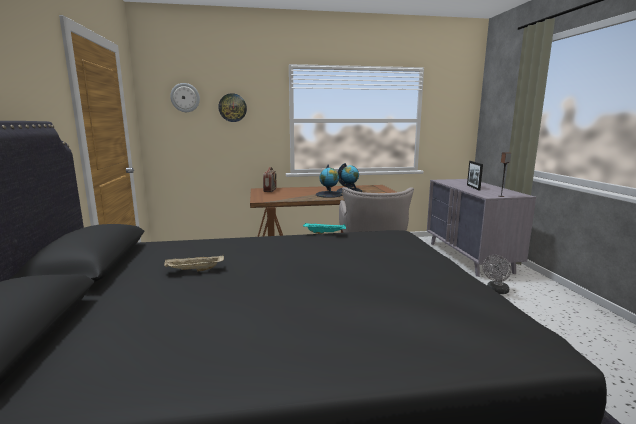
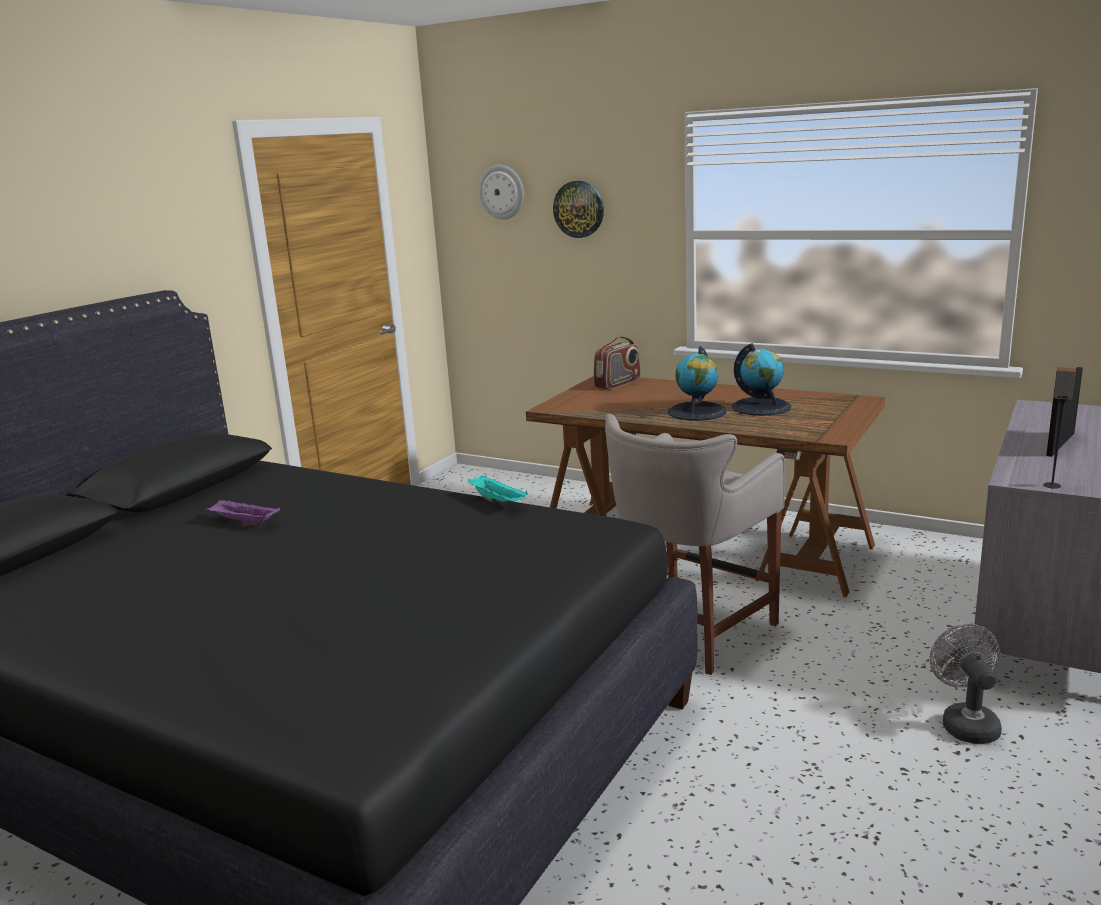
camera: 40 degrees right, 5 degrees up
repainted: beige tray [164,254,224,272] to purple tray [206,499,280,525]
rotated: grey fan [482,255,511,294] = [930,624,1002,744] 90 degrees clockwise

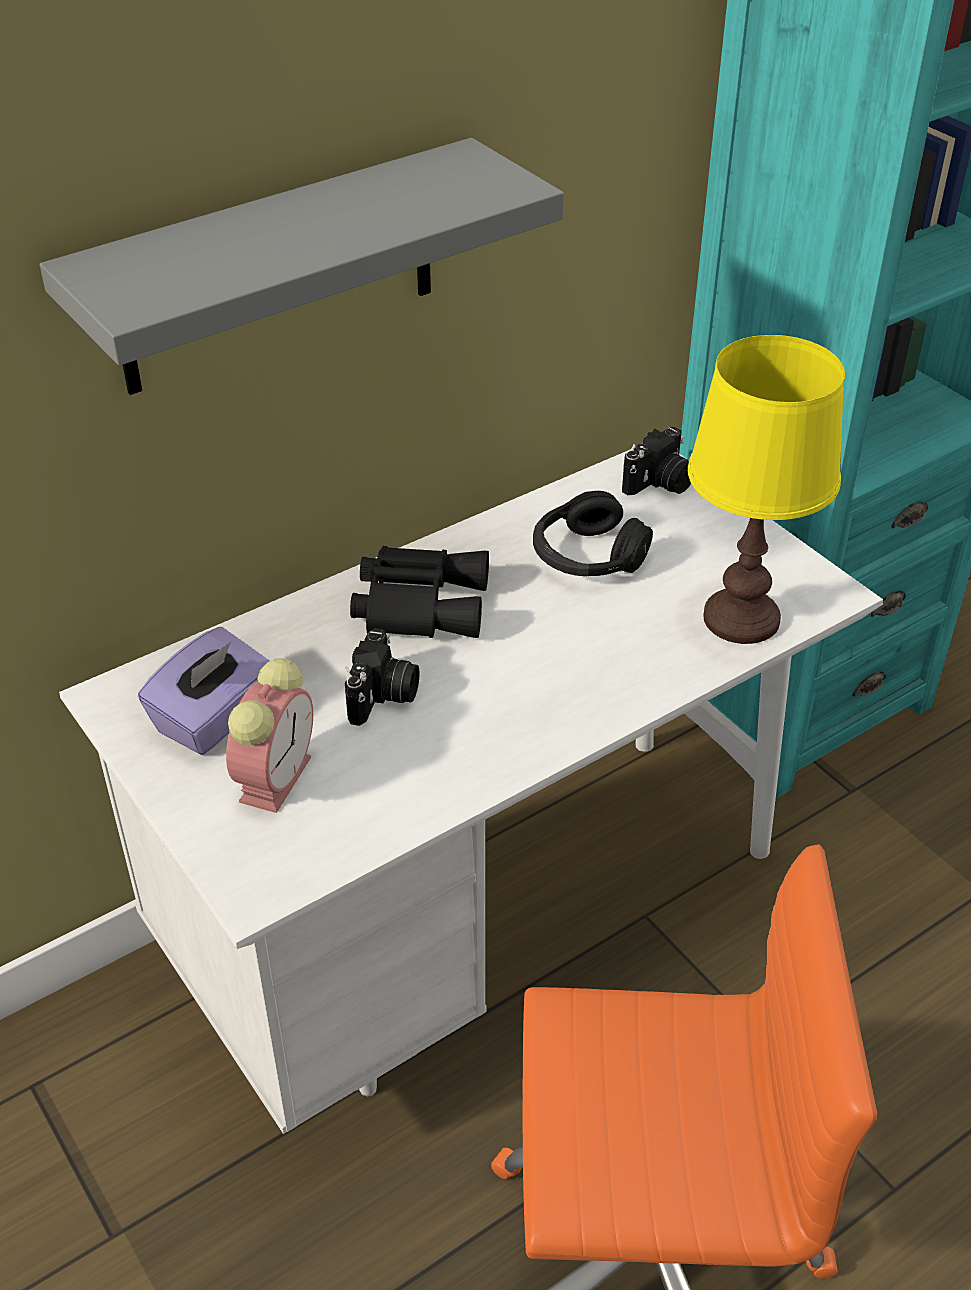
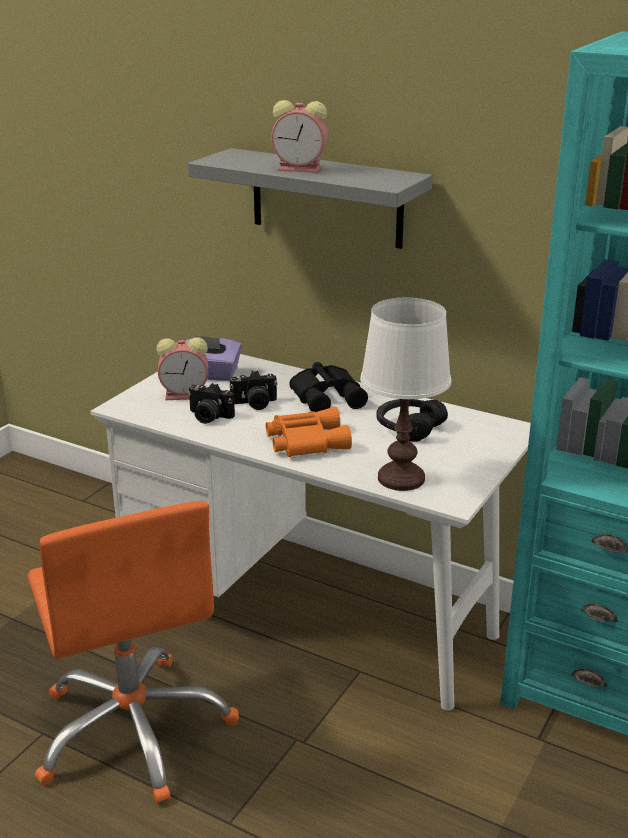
camera: 65 degrees right, 15 degrees down
new: alarm clock [271,100,328,173]; orange binoculars [266,407,352,457]
shifted: photo camera [622,427,691,495] to [188,383,235,424]
repainted: yellow table lamp [688,335,845,644] to white table lamp [360,297,451,491]

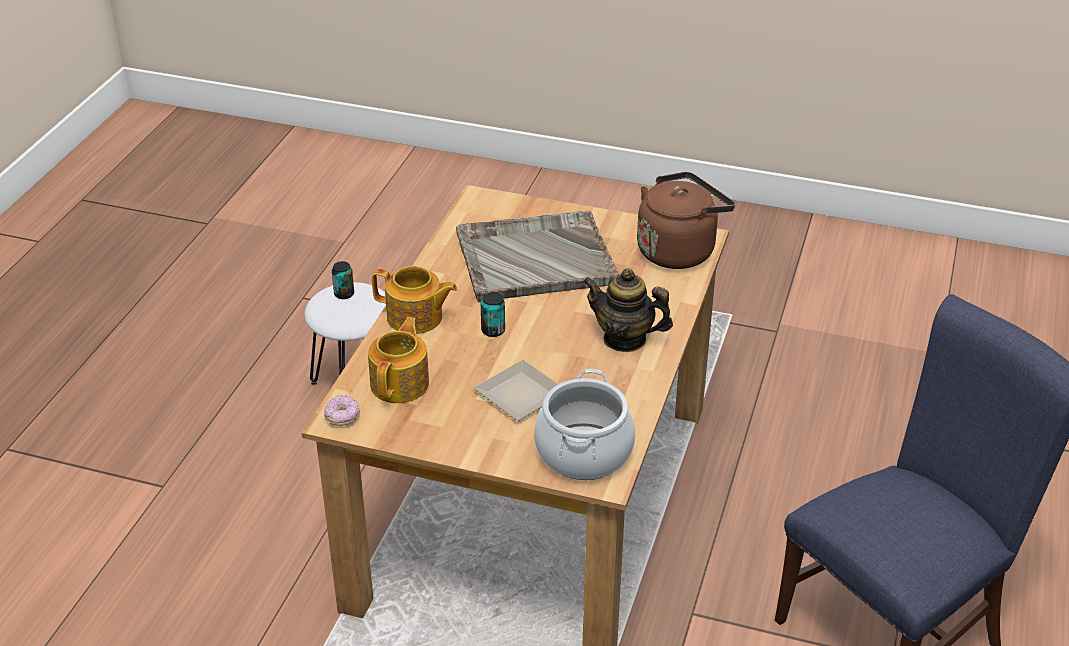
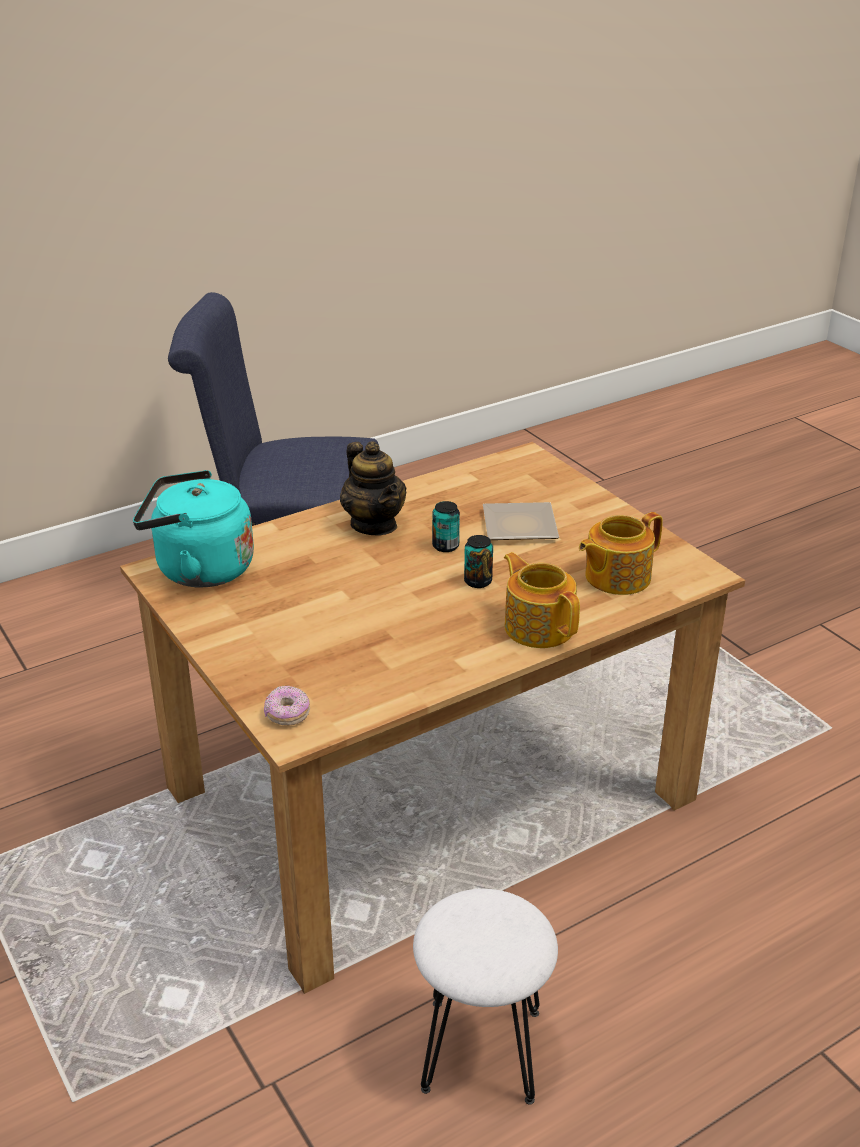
camera: 140 degrees left, 5 degrees down
gone: grey tray [456,211,619,302]; cooking pot [534,369,635,480]
shifted: can [332,261,354,299] to [432,501,460,552]; donut [324,395,360,426] to [264,685,310,726]
repainted: brown kettle [637,172,735,269] to turquoise kettle [133,470,254,587]

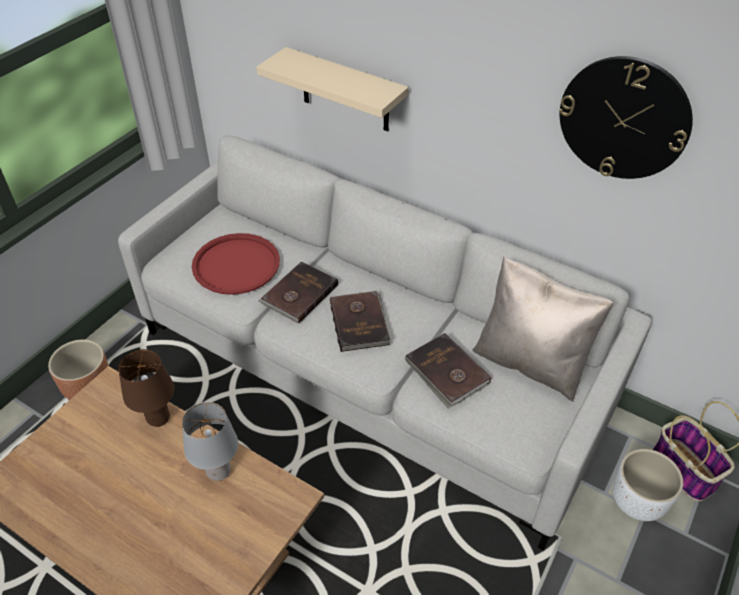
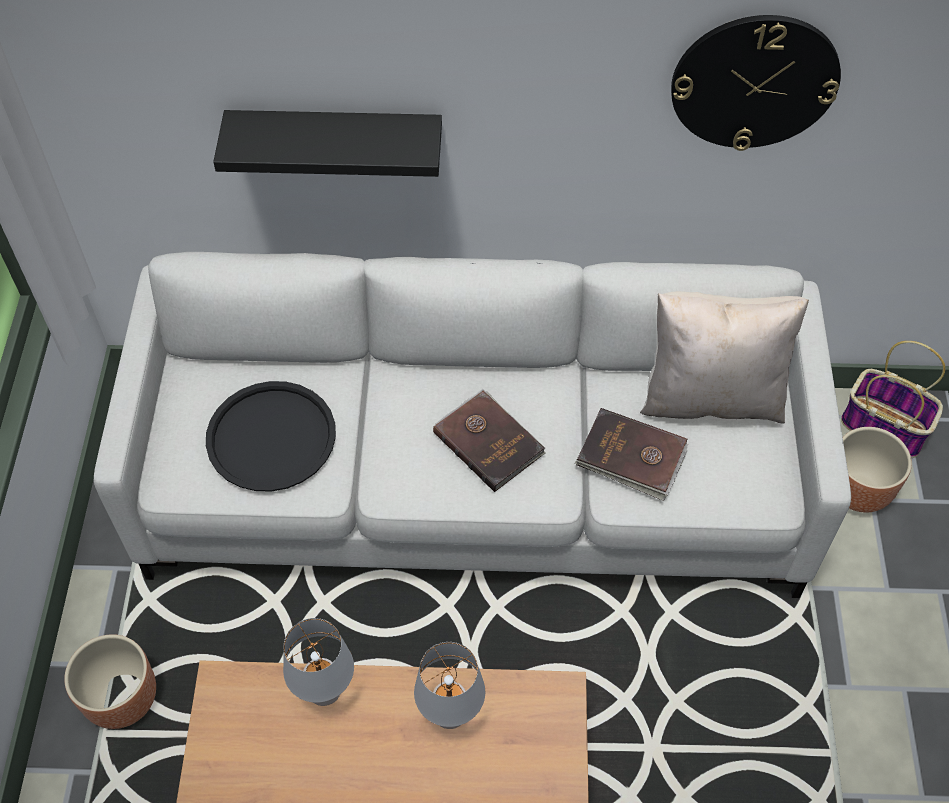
camera: 30 degrees left, 10 degrees up
gone: brown book [258,261,338,323]
repainted: beige shelf [257,47,409,131] to black shelf [213,110,442,177]; red tray [192,233,280,295] to black tray [206,381,336,492]; brown table lamp [118,349,175,427] to grey table lamp [283,618,354,706]; white planter [613,449,683,521] to brown planter [843,427,912,512]

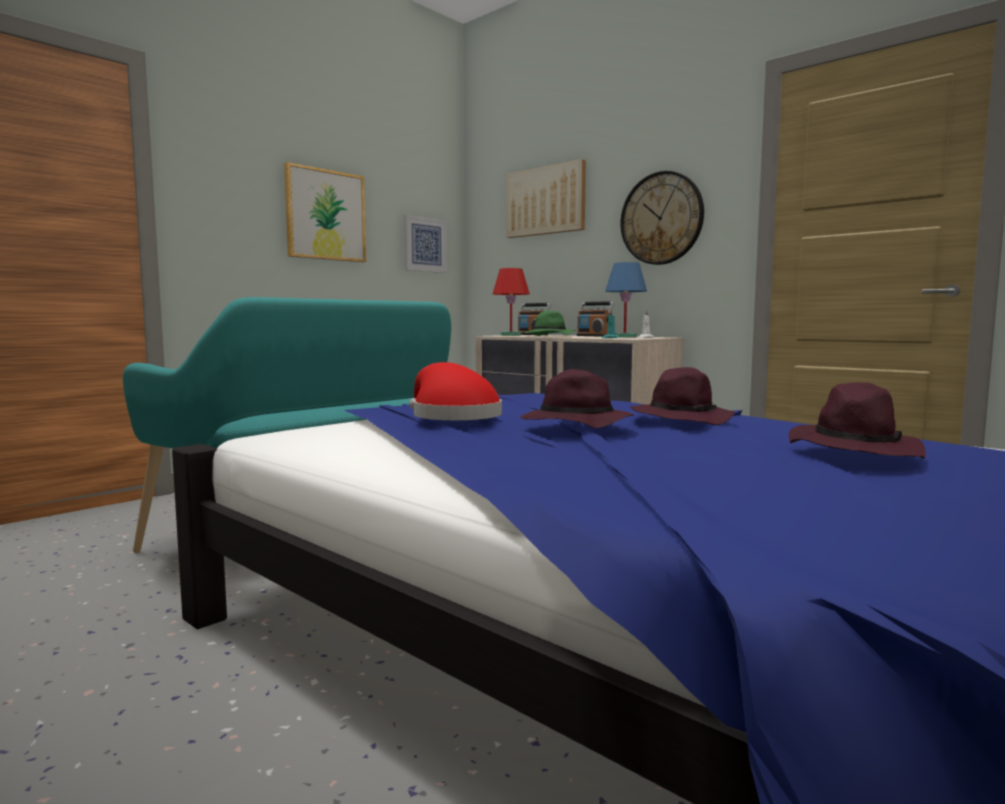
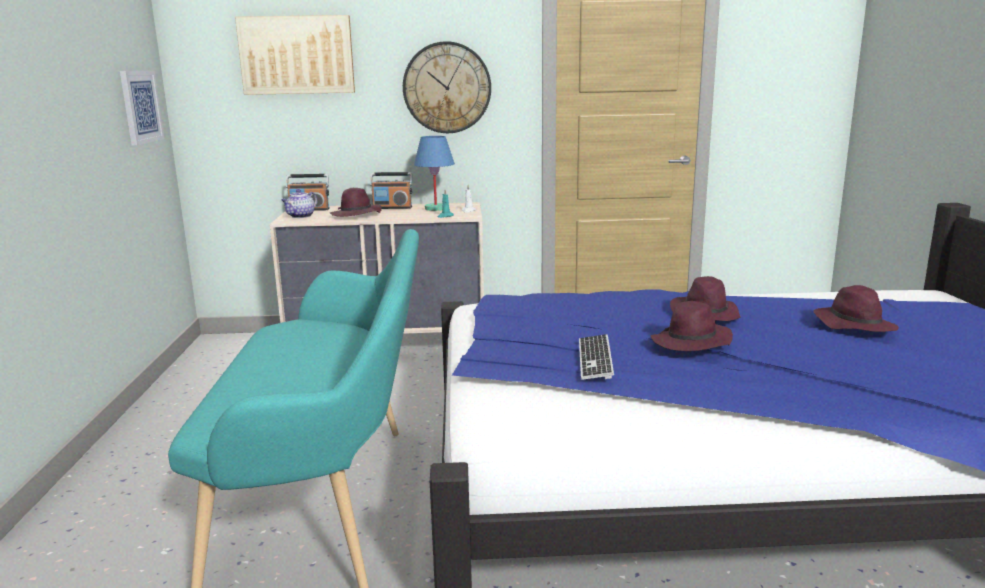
camera: 45 degrees left, 10 degrees up
gone: picture [284,162,366,262]
swapped: red table lamp [493,268,530,336] to teapot [281,189,317,218]; red hat [409,362,502,420] to keyboard [579,334,614,380]
repainted: green hat [524,310,575,336] to purple hat [330,188,382,217]

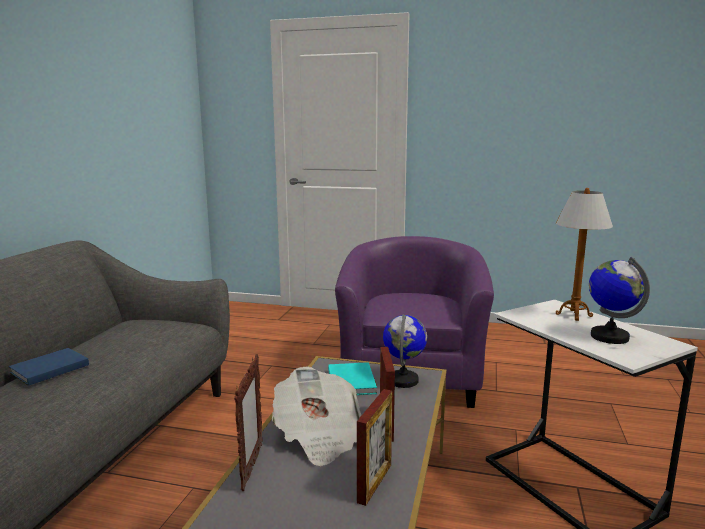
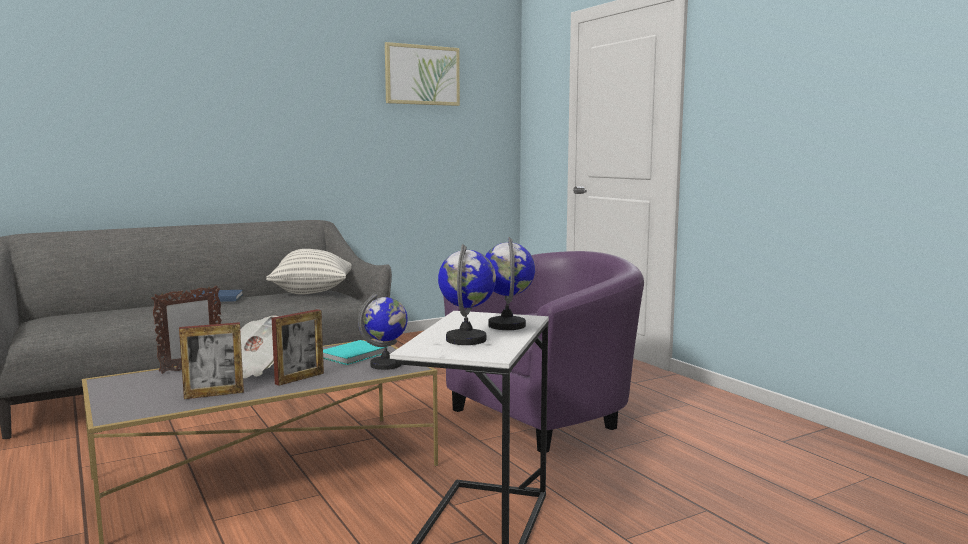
camera: 45 degrees right, 5 degrees down
new: picture [385,42,460,106]; pillow [266,249,352,295]
swapped: table lamp [556,188,613,321] to globe [485,237,535,330]

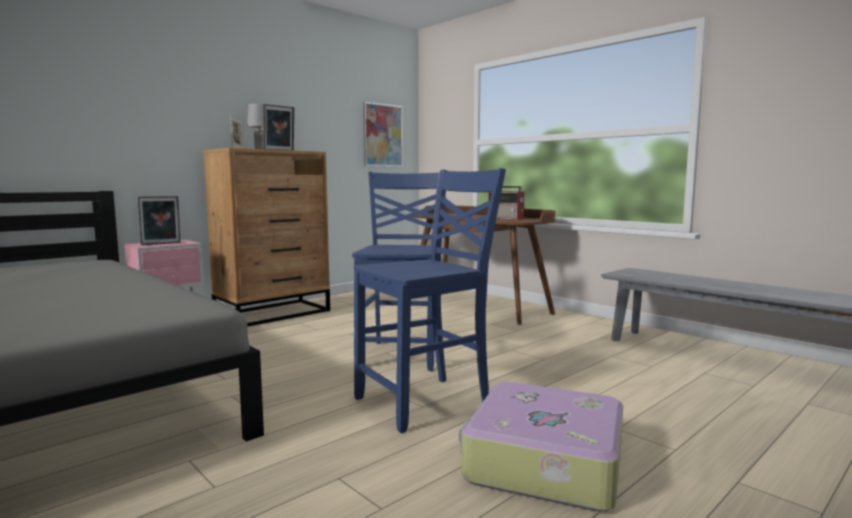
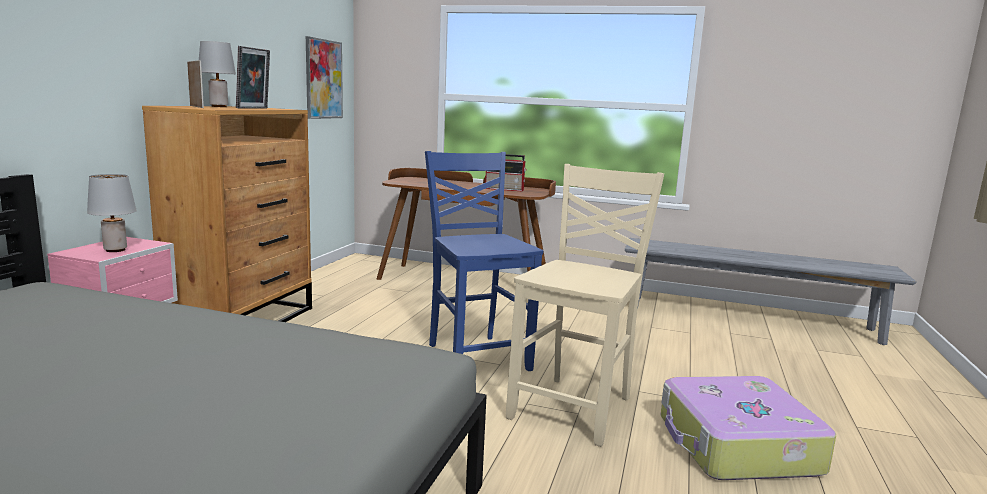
camera: 30 degrees left, 5 degrees up
swapped: picture frame [138,196,181,245] to grey table lamp [87,174,137,252]
repainted: blue chair [354,168,506,433] to beige chair [506,164,664,447]

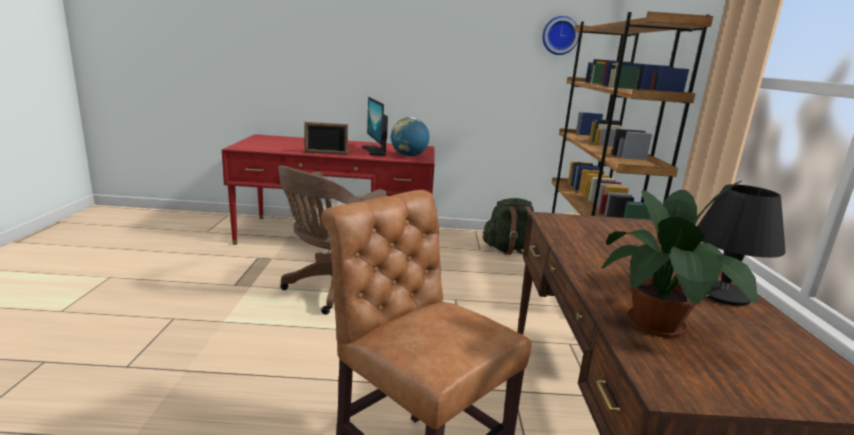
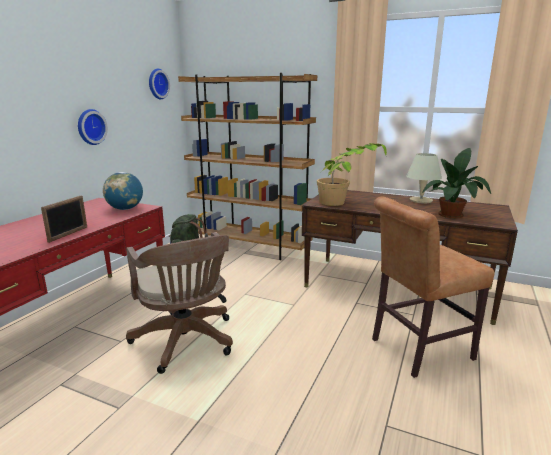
camera: 65 degrees left, 0 degrees up
gone: monitor [362,97,388,156]
new: wall clock [78,109,108,145]; potted plant [317,143,387,206]
repainted: black table lamp [697,184,786,306] to beige table lamp [406,153,442,203]

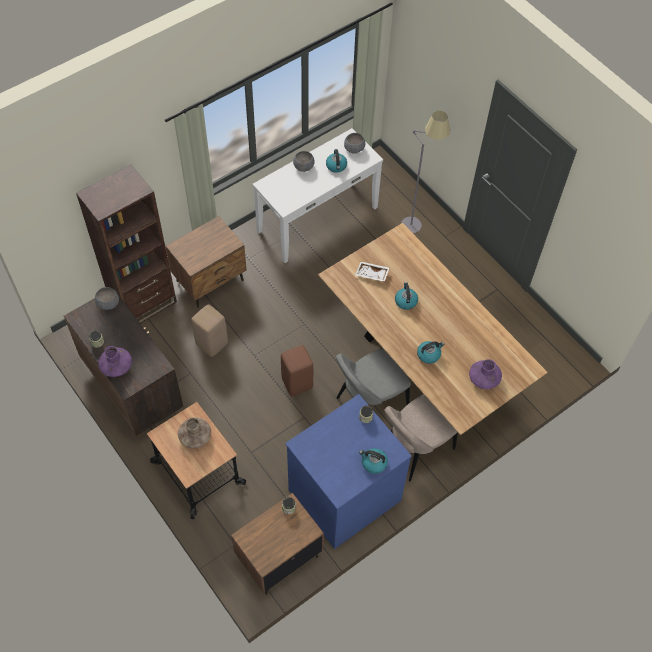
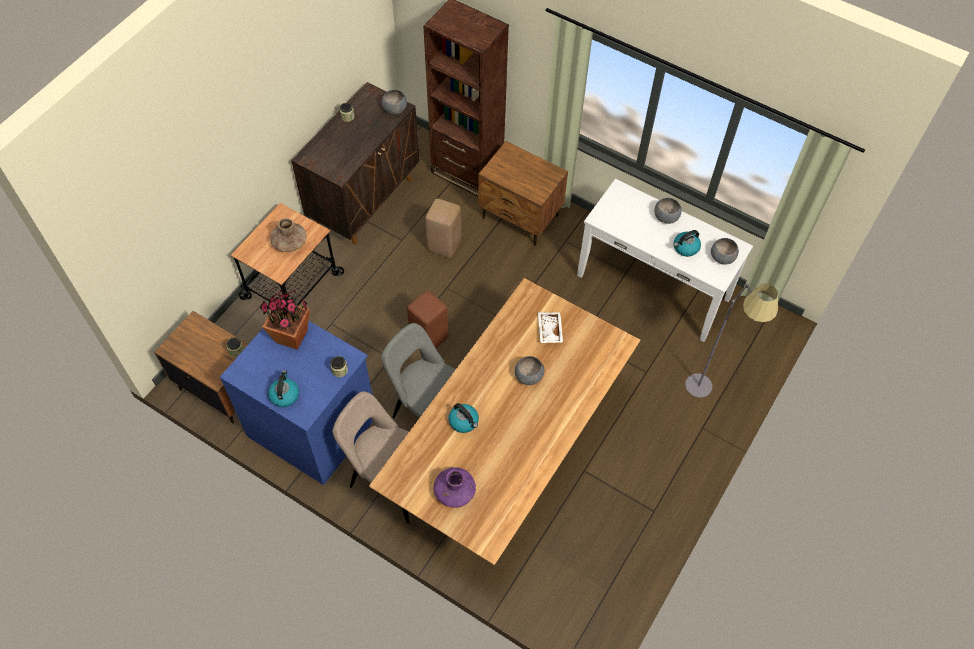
camera: 70 degrees right, 0 degrees up
gone: purple vase [98,346,132,377]
new: potted plant [260,287,310,350]
swapped: kettle [395,282,418,310] to grey bowl [515,356,544,385]

